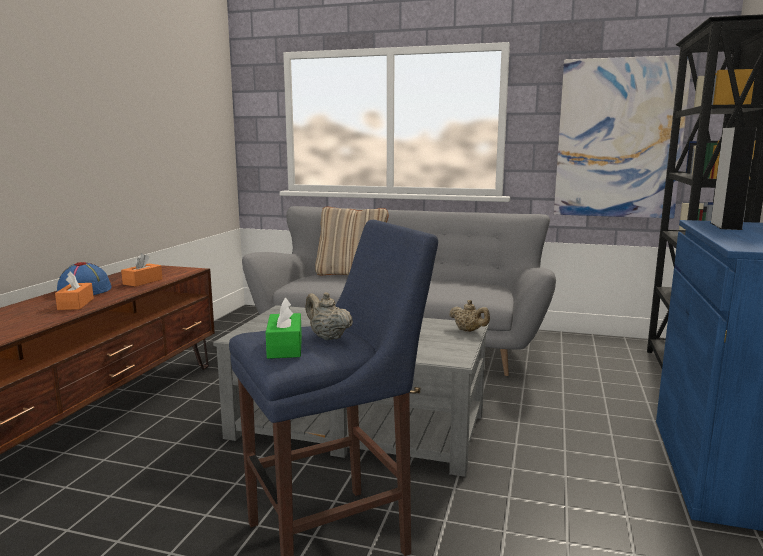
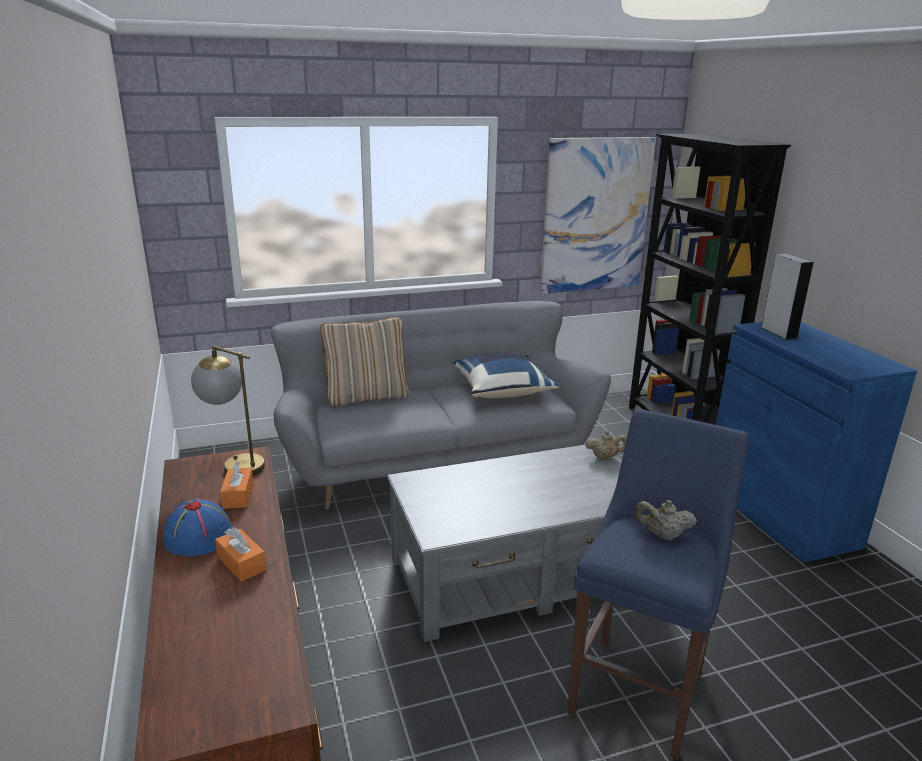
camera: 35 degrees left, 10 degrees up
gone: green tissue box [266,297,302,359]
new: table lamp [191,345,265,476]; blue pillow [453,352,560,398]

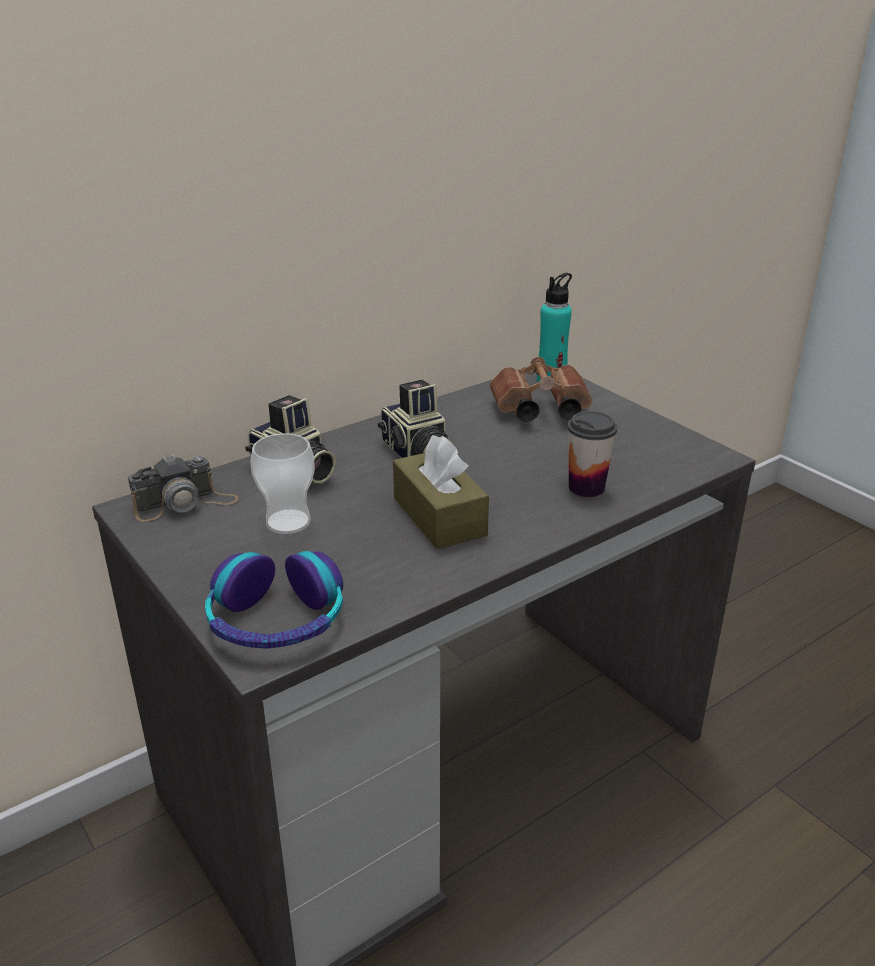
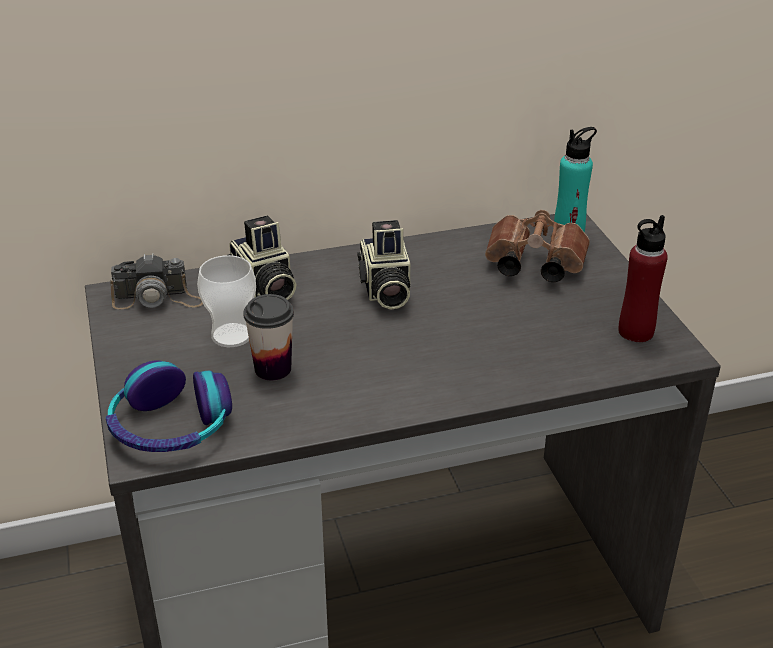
camera: 20 degrees right, 5 degrees up
gone: brown tissue box [393,435,489,549]
new: red bottle [618,215,668,342]
shifted: cup [567,411,617,497] to [243,294,294,381]

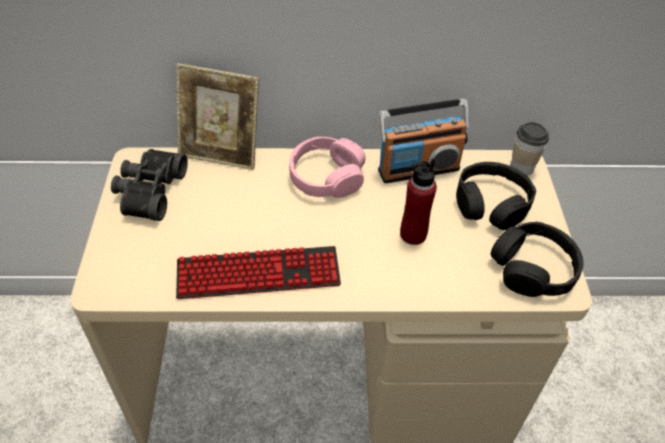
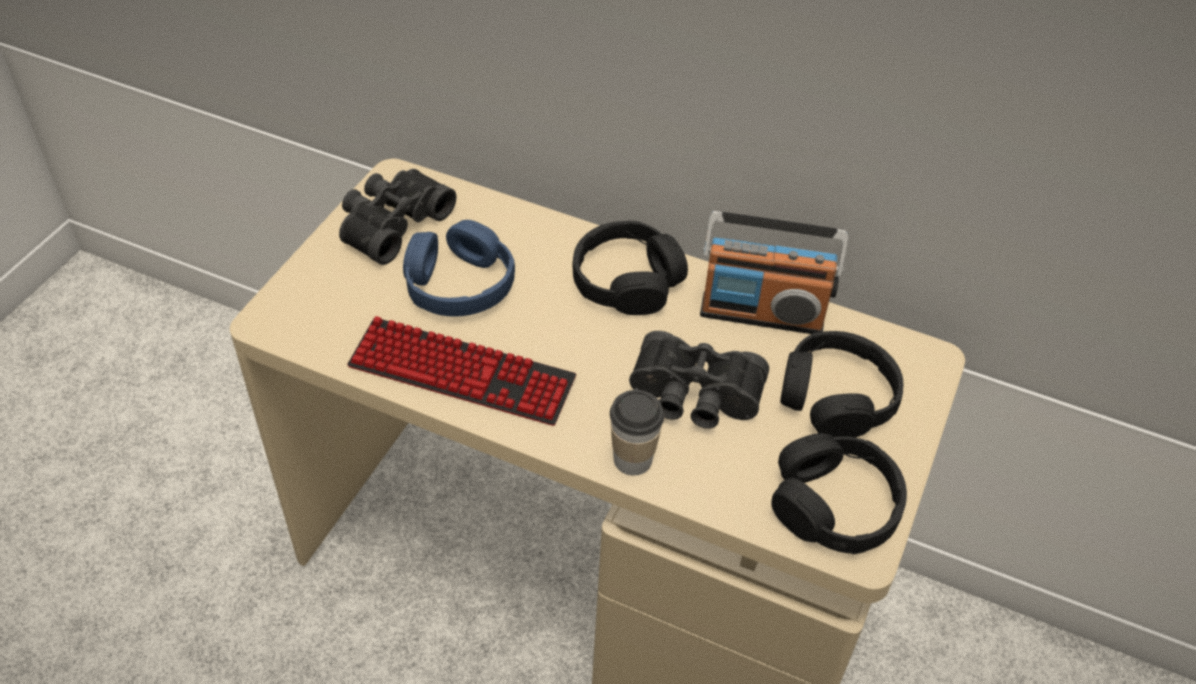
camera: 25 degrees right, 0 degrees up
gone: picture frame [177,63,259,170]
new: blue headphones [403,220,515,317]
shifted: cup [511,122,549,176] to [610,390,664,475]
swapped: red bottle [400,158,437,245] to black binoculars [629,331,769,428]
repainted: pink headphones [289,136,365,198] to black headphones [572,221,688,315]

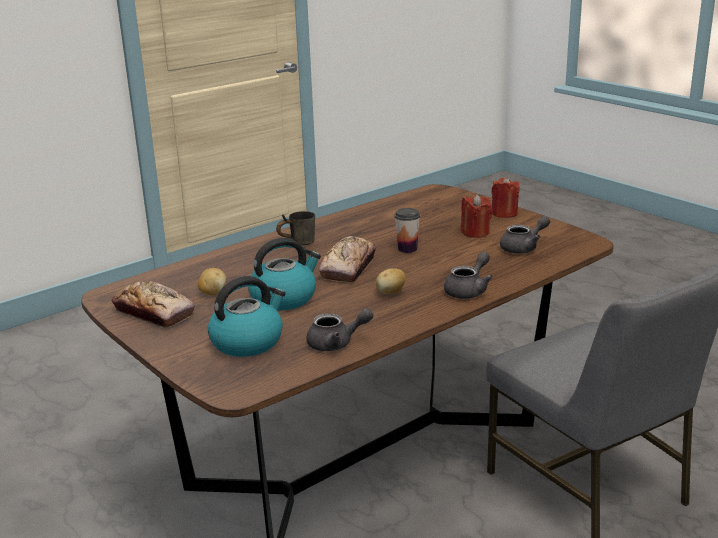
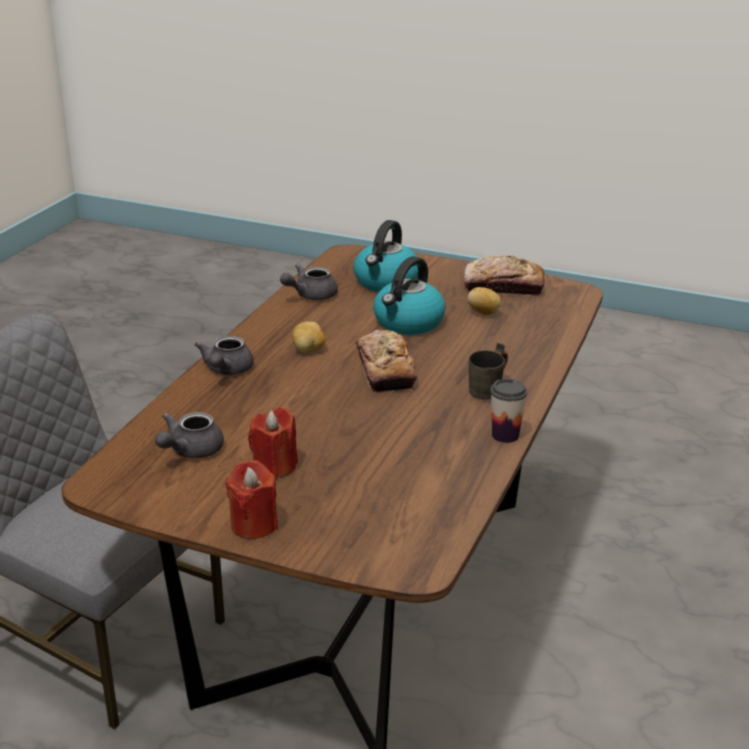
camera: 150 degrees right, 5 degrees up
shifted: cup [394,208,420,253] to [490,378,527,443]

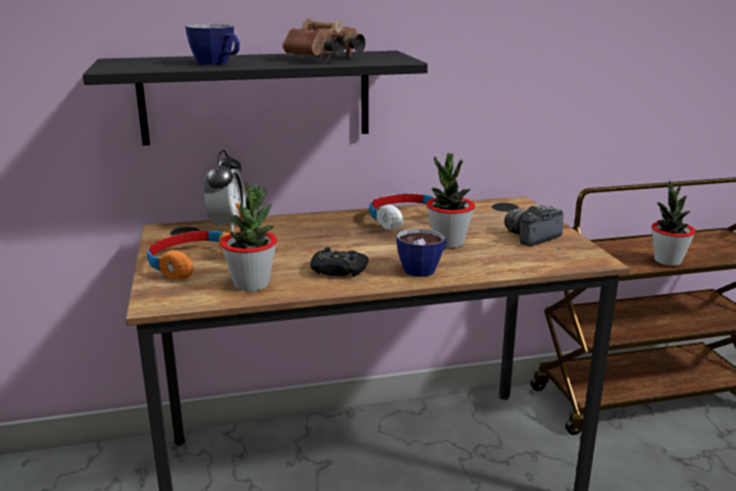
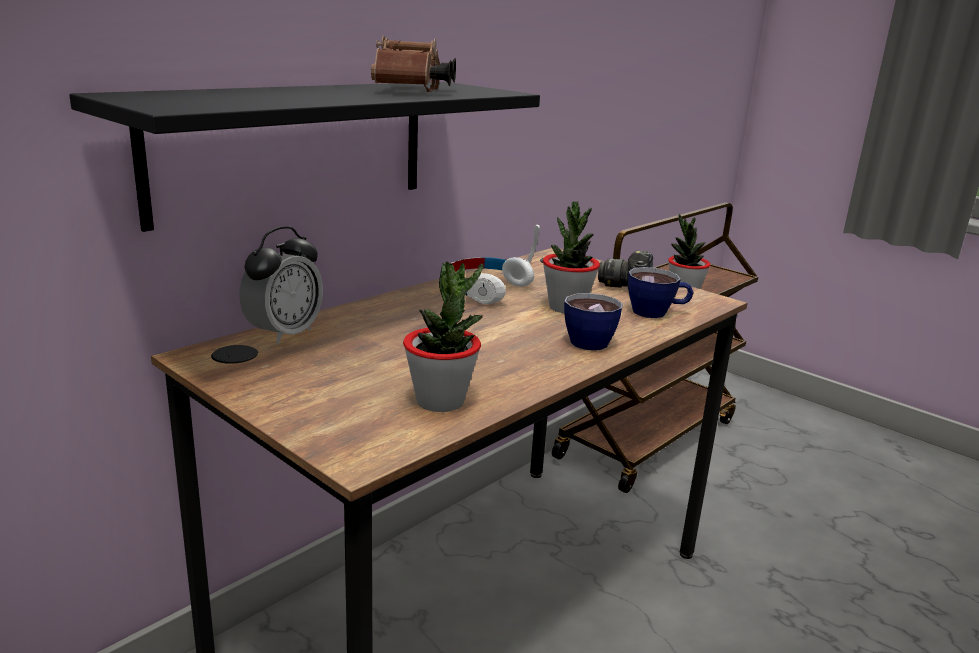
camera: 35 degrees left, 0 degrees up
gone: orange headphones [147,203,243,280]; black game controller [310,247,369,277]
shifted: cup [185,24,240,65] to [628,267,694,318]
rotated: alarm clock [204,150,245,232] = [239,226,323,344] 60 degrees clockwise

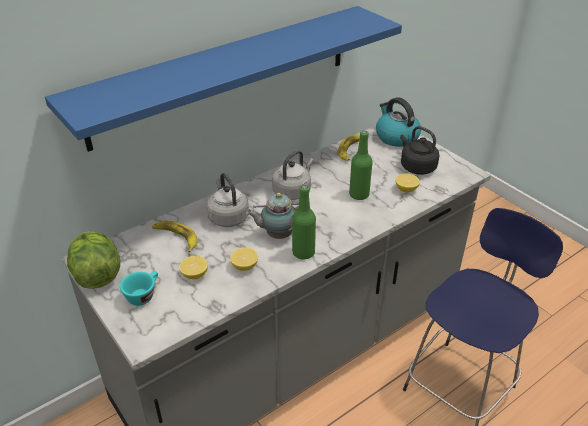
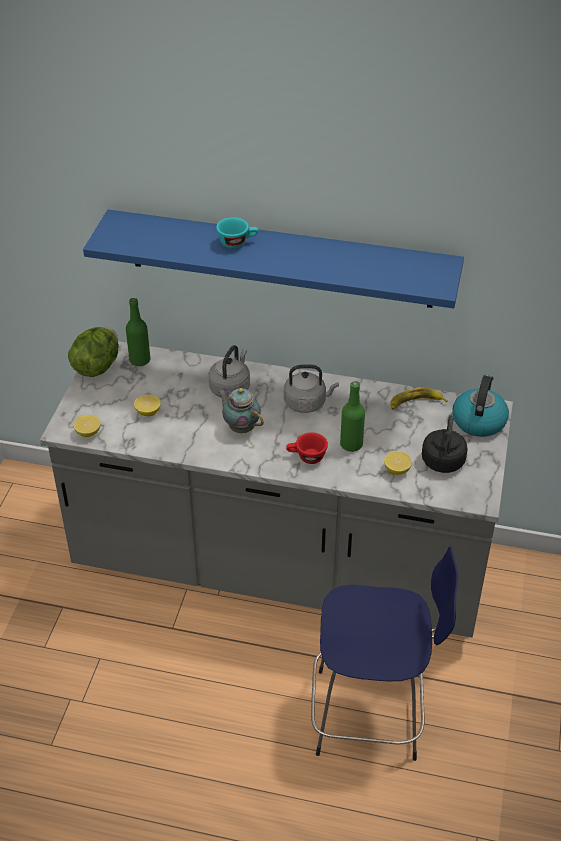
camera: 50 degrees right, 5 degrees up
gone: banana [152,221,198,252]
new: red cup [286,432,328,464]
shifted: green bottle [292,185,316,260] to [126,298,151,366]; lemon [230,248,258,271] to [73,415,101,437]; turquoise cup [120,271,158,306] to [216,217,259,249]

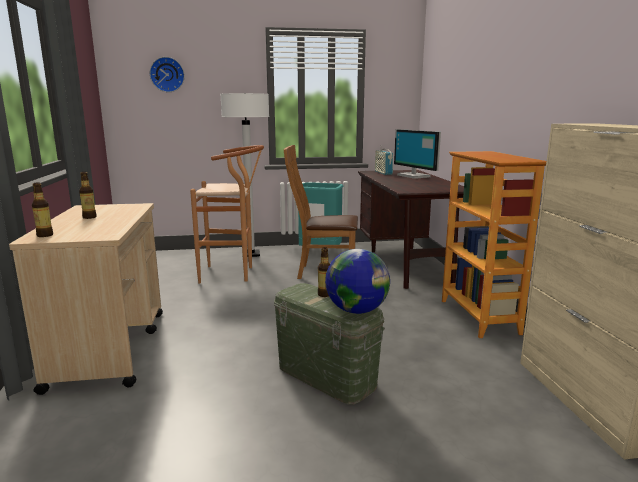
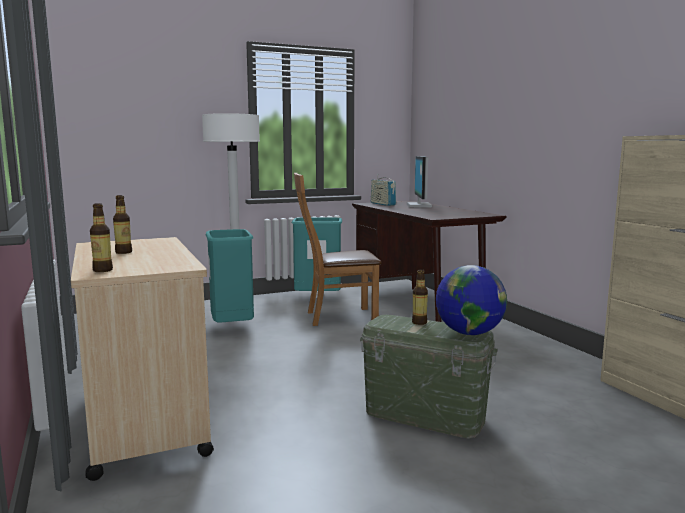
camera: 15 degrees left, 5 degrees down
gone: wall clock [150,57,185,92]; bookcase [442,151,546,338]
swapped: brown stool [190,145,264,283] to turquoise trash can [206,229,254,322]
rotated: monitor [394,129,441,179] = [407,156,432,207] 45 degrees clockwise

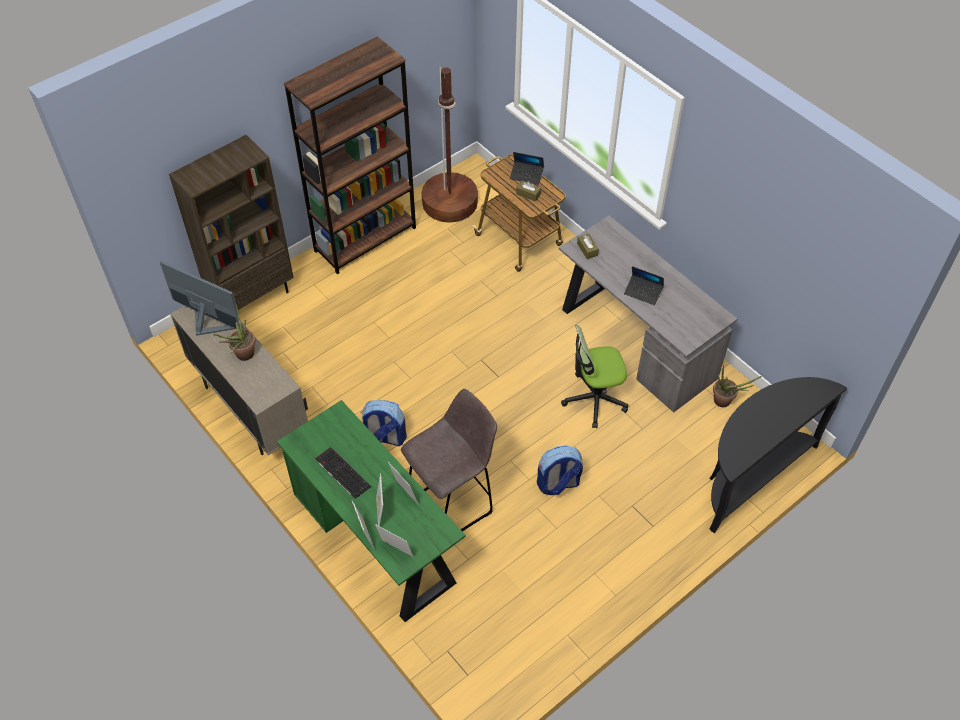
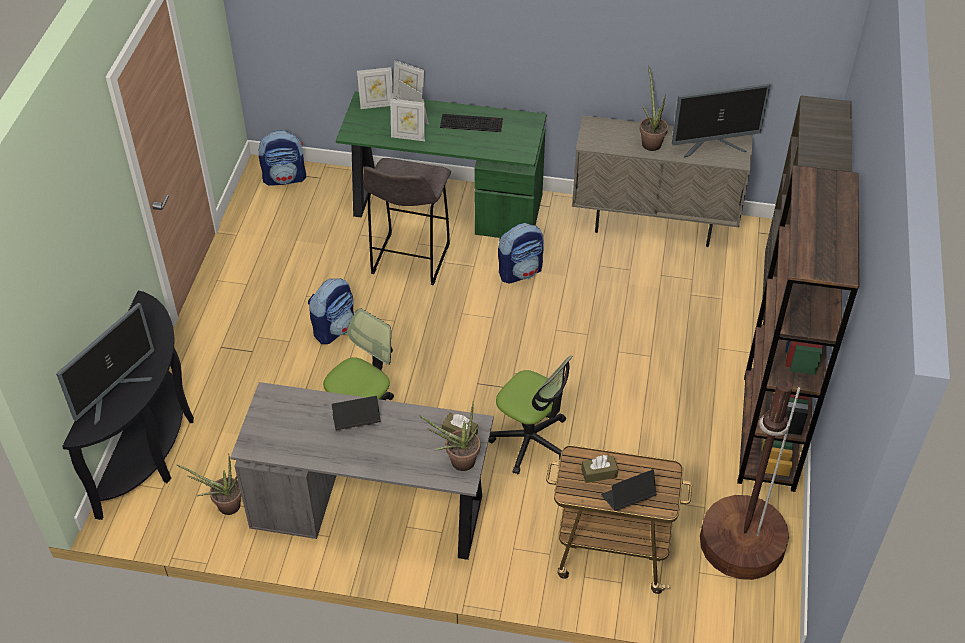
camera: 140 degrees right, 5 degrees down
new: backpack [258,130,306,186]; monitor [56,303,154,425]; office chair [489,355,572,474]; potted plant [419,402,480,471]

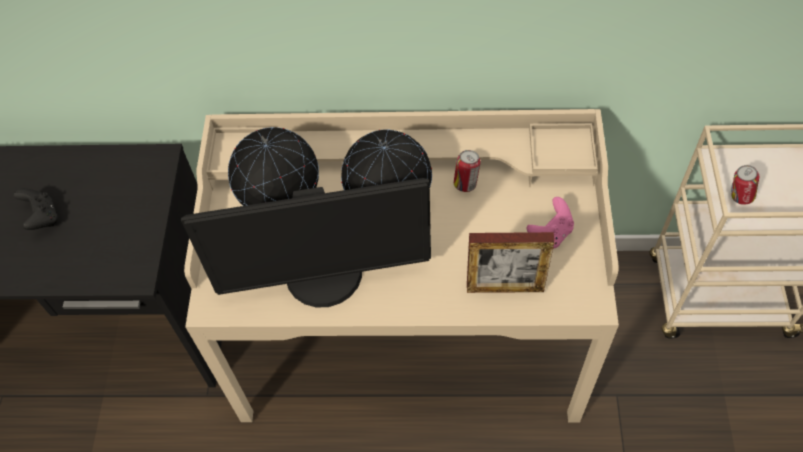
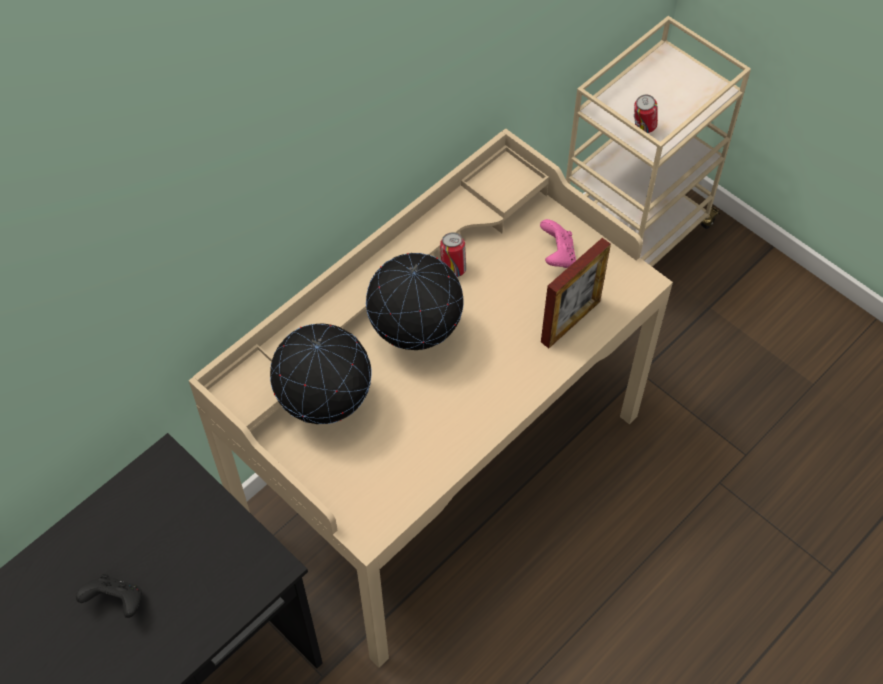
camera: 50 degrees left, 0 degrees up
gone: monitor [181,178,431,307]

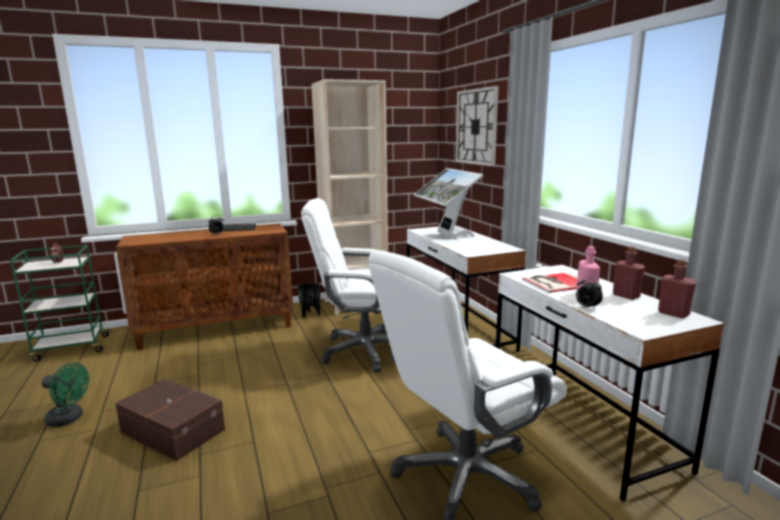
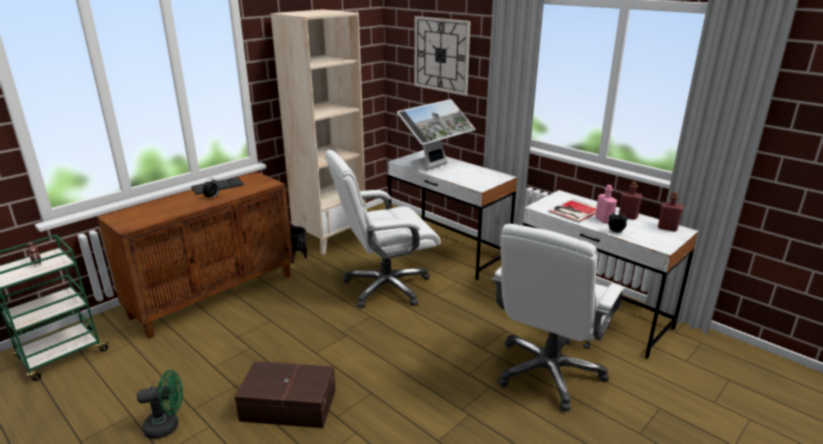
camera: 25 degrees left, 10 degrees up
rotated: monitor [414,168,483,239] = [397,99,476,170] 90 degrees counterclockwise

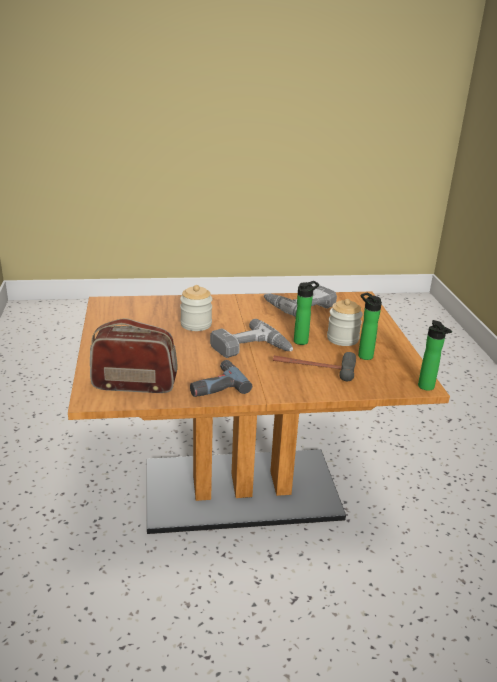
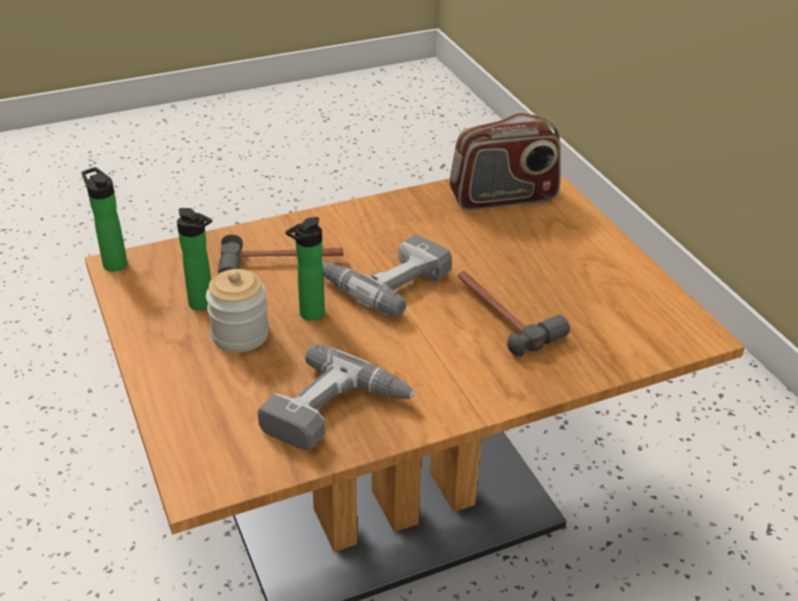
camera: 165 degrees right, 10 degrees up
gone: power drill [190,360,252,397]
swapped: jar [180,285,212,331] to hammer [457,271,570,356]

